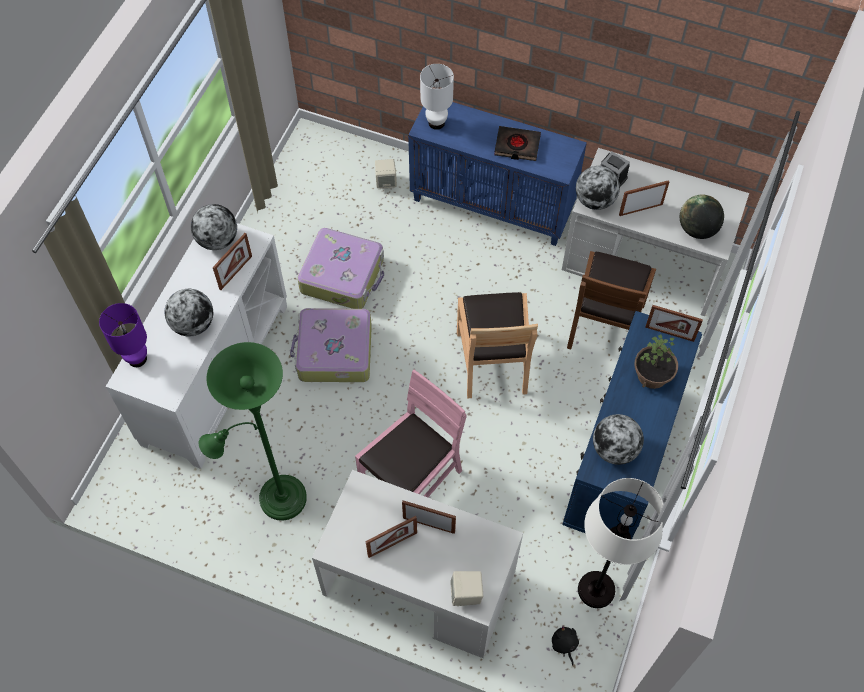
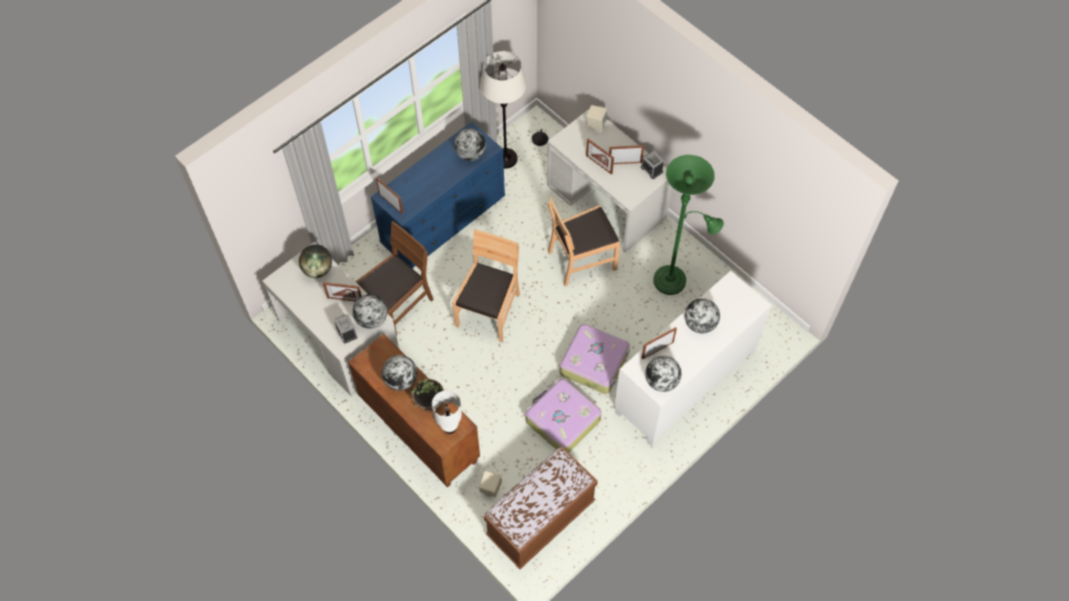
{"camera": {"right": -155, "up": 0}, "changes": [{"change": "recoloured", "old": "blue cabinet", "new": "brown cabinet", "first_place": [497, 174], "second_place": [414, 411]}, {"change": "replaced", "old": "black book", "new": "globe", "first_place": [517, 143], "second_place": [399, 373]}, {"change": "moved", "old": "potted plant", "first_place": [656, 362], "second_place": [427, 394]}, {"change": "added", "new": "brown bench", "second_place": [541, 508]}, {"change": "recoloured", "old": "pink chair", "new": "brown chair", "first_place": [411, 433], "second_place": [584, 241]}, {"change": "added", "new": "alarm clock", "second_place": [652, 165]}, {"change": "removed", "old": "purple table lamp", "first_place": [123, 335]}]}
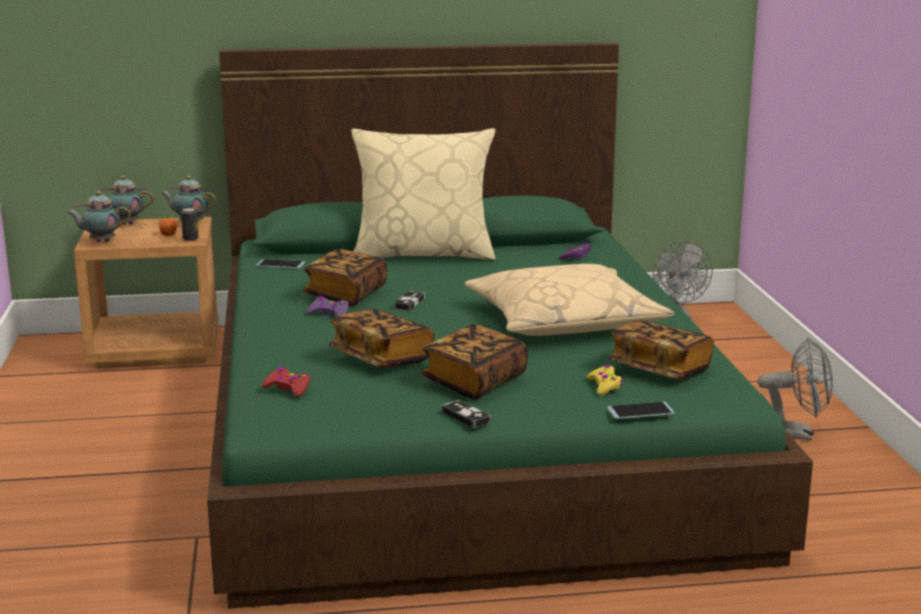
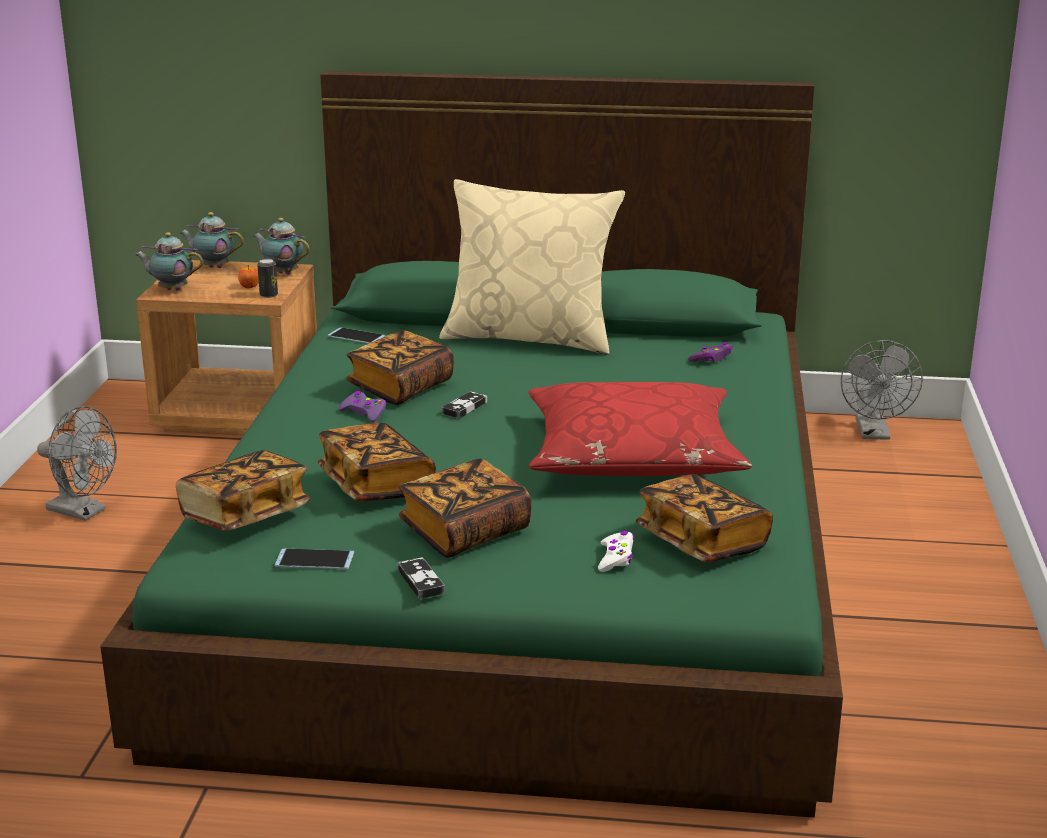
{"camera": {"right": 15, "up": 5}, "changes": [{"change": "moved", "old": "grey fan", "first_place": [795, 389], "second_place": [77, 463]}, {"change": "replaced", "old": "red game controller", "new": "book", "first_place": [286, 382], "second_place": [243, 490]}, {"change": "moved", "old": "phone", "first_place": [640, 410], "second_place": [314, 559]}, {"change": "recoloured", "old": "beige pillow", "new": "red pillow", "first_place": [569, 300], "second_place": [640, 429]}, {"change": "recoloured", "old": "yellow game controller", "new": "white game controller", "first_place": [604, 380], "second_place": [616, 551]}]}
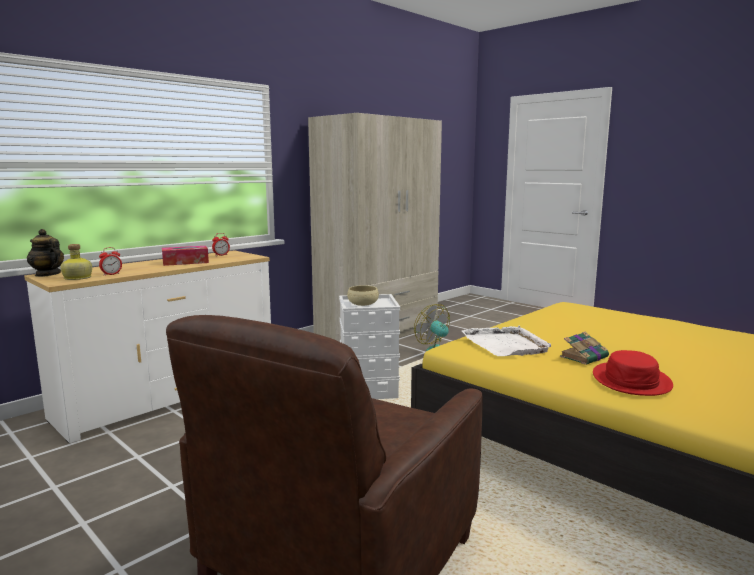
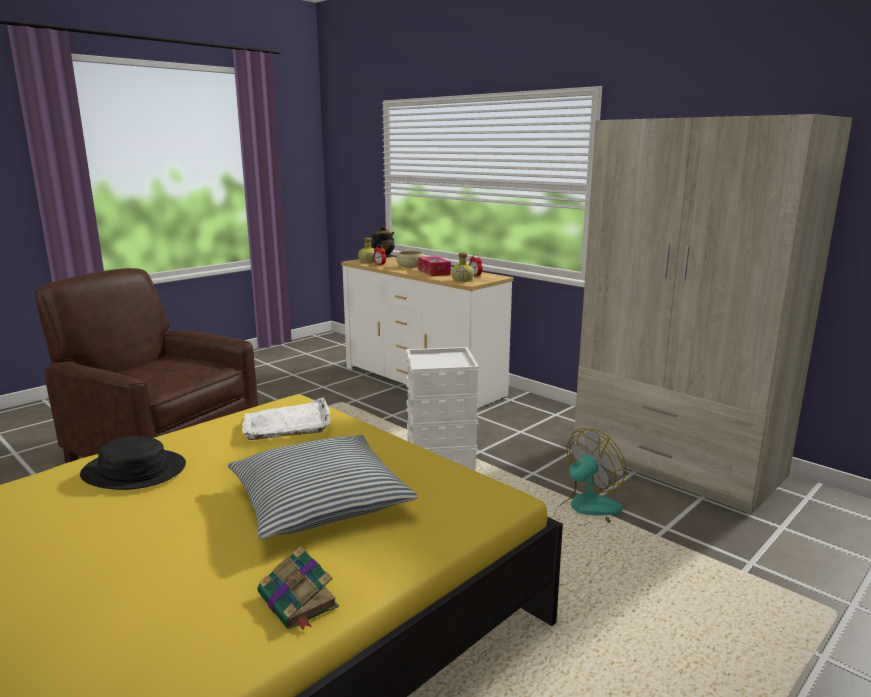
{"camera": {"right": 90, "up": 5}, "changes": [{"change": "recoloured", "old": "red hat", "new": "black hat", "first_place": [633, 373], "second_place": [133, 463]}, {"change": "added", "new": "pillow", "second_place": [323, 487]}, {"change": "moved", "old": "book", "first_place": [584, 348], "second_place": [298, 588]}, {"change": "moved", "old": "beige bowl", "first_place": [363, 295], "second_place": [410, 259]}, {"change": "added", "new": "bottle", "second_place": [462, 267]}]}
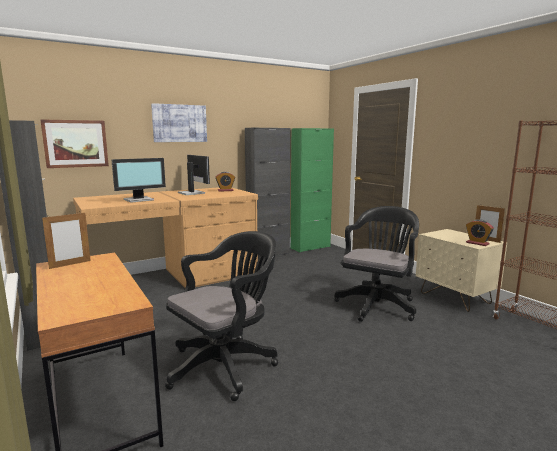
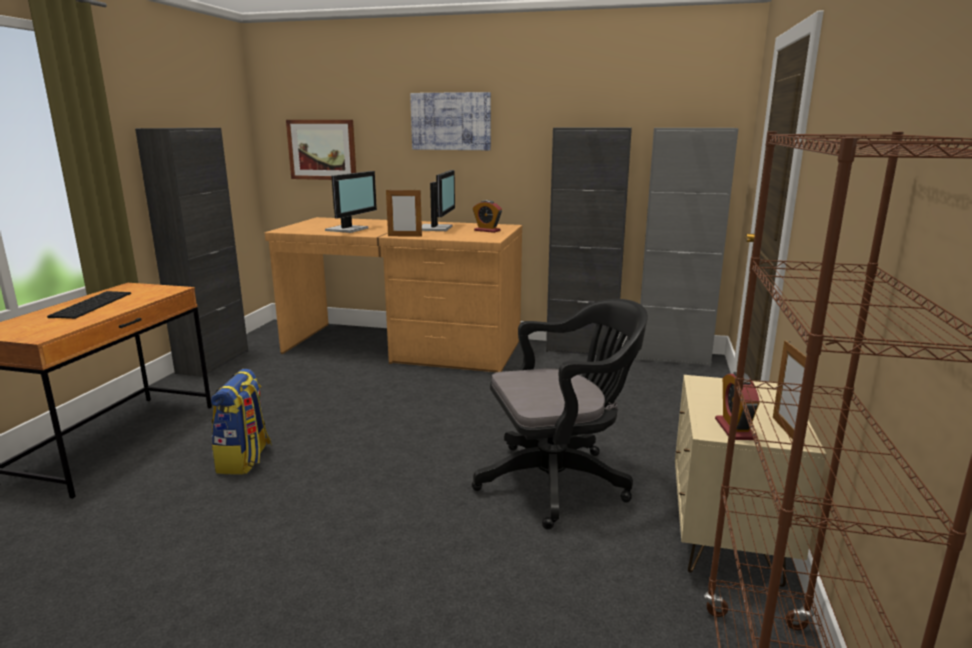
{"camera": {"right": 45, "up": 5}, "changes": [{"change": "added", "new": "keyboard", "second_place": [89, 305]}, {"change": "replaced", "old": "black office chair", "new": "backpack", "first_place": [221, 316], "second_place": [241, 421]}, {"change": "turned", "old": "monitor", "first_place": [138, 180], "second_place": [351, 202], "degrees": -75}, {"change": "moved", "old": "picture frame", "first_place": [66, 241], "second_place": [404, 213]}, {"change": "recoloured", "old": "green cabinet", "new": "grey cabinet", "first_place": [312, 190], "second_place": [687, 247]}]}
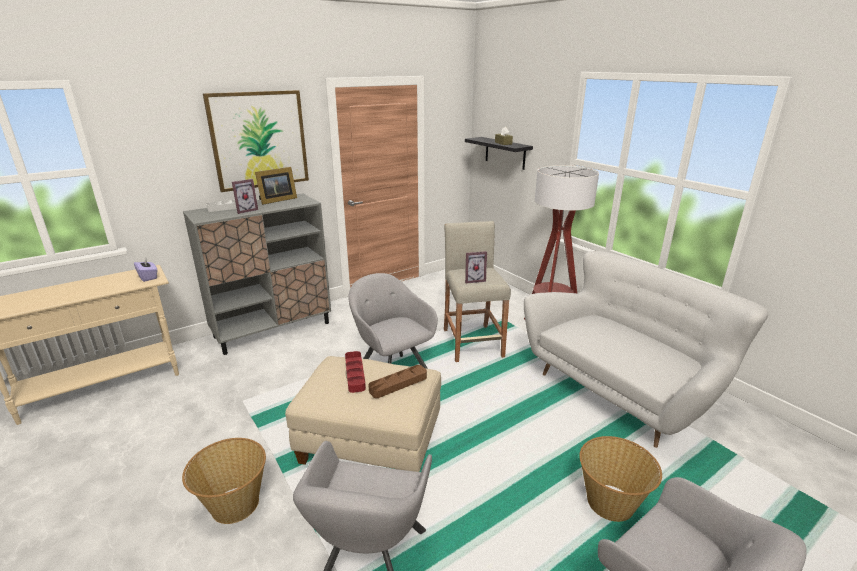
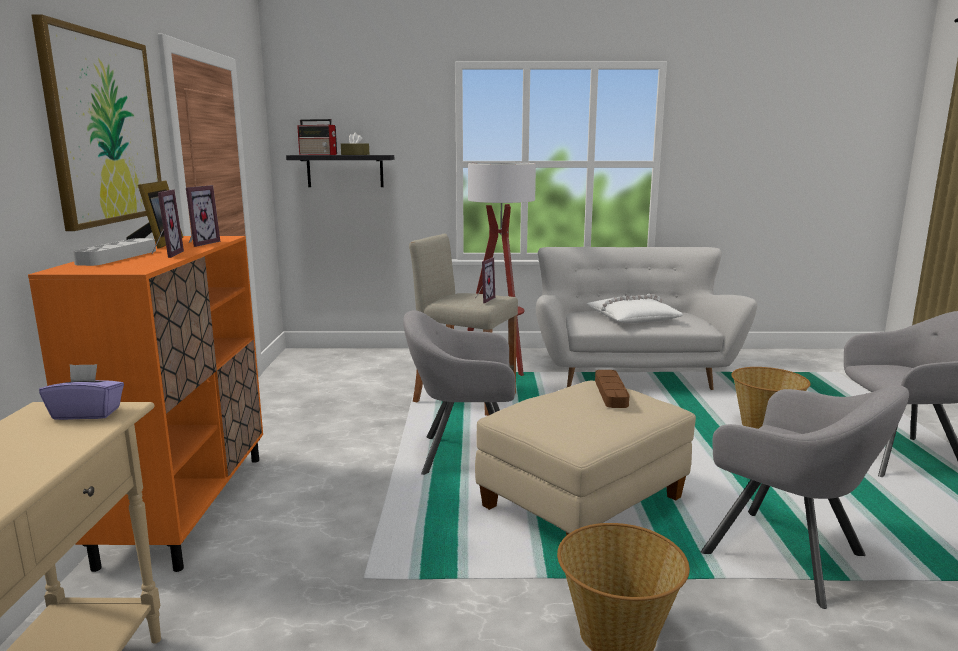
{"camera": {"right": -55, "up": -10}, "changes": [{"change": "recoloured", "old": "grey cabinet", "new": "orange cabinet", "first_place": [257, 274], "second_place": [145, 404]}, {"change": "added", "new": "picture frame", "second_place": [203, 216]}, {"change": "added", "new": "radio", "second_place": [317, 137]}, {"change": "added", "new": "white pillow", "second_place": [635, 308]}, {"change": "removed", "old": "red tray", "first_place": [355, 372]}]}
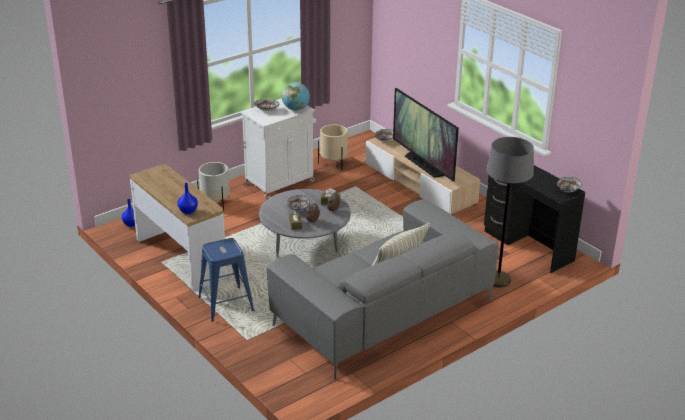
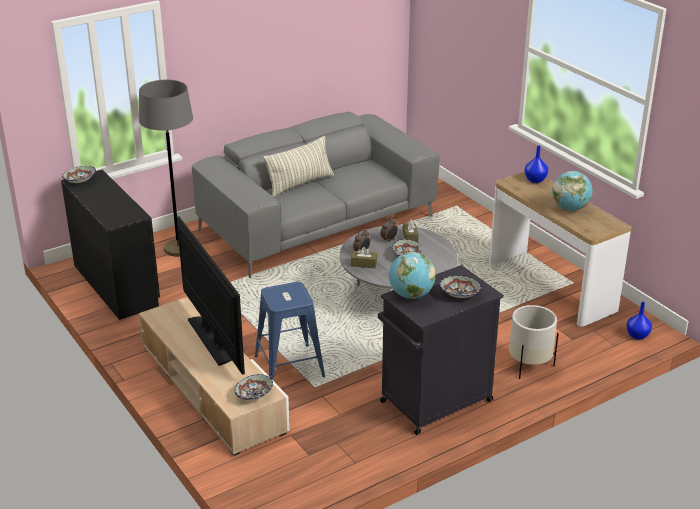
{"camera": {"right": -175, "up": 0}, "changes": [{"change": "moved", "old": "blue stool", "first_place": [226, 280], "second_place": [290, 331]}, {"change": "recoloured", "old": "white cabinet", "new": "black cabinet", "first_place": [278, 148], "second_place": [441, 350]}, {"change": "added", "new": "globe", "second_place": [572, 191]}, {"change": "removed", "old": "beige planter", "first_place": [333, 147]}]}
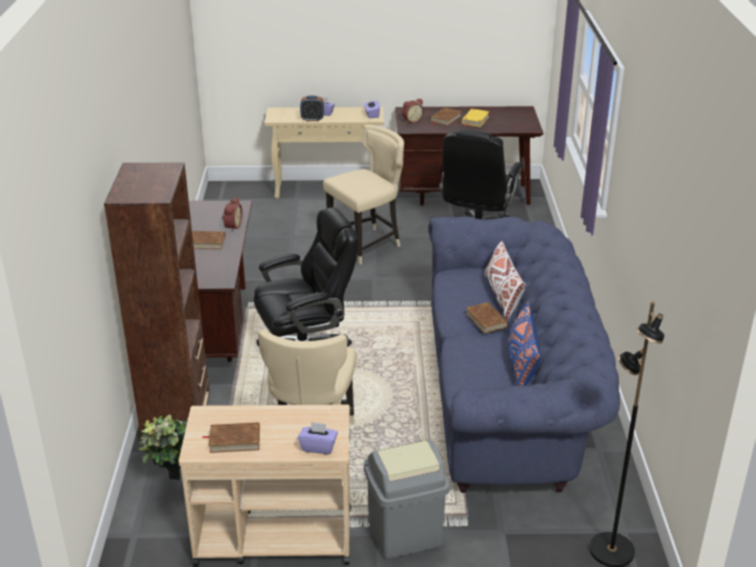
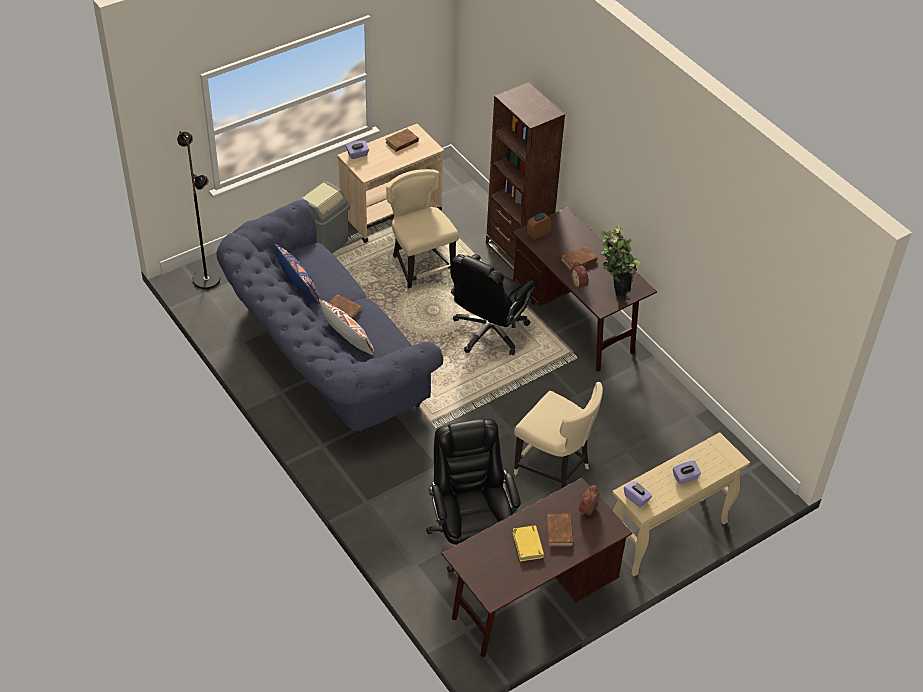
{"camera": {"right": 145, "up": 15}, "changes": [{"change": "turned", "old": "beige chair", "first_place": [363, 194], "second_place": [558, 435], "degrees": -75}, {"change": "moved", "old": "alarm clock", "first_place": [312, 108], "second_place": [538, 226]}, {"change": "moved", "old": "potted plant", "first_place": [163, 447], "second_place": [620, 262]}]}
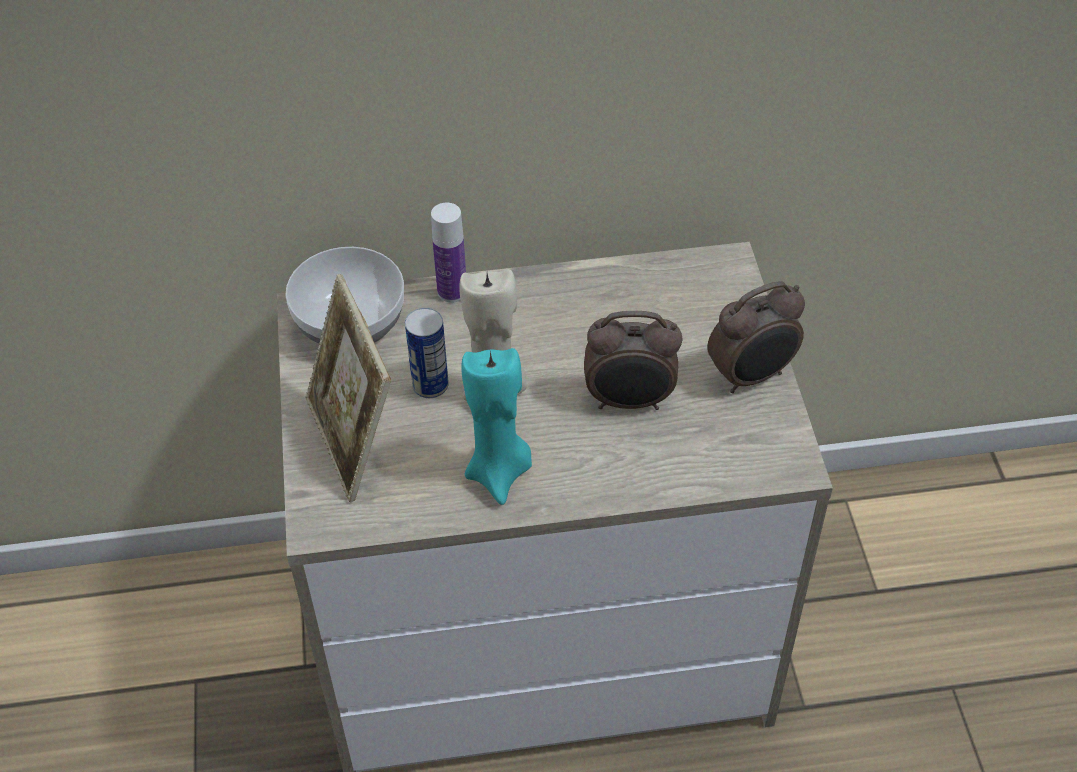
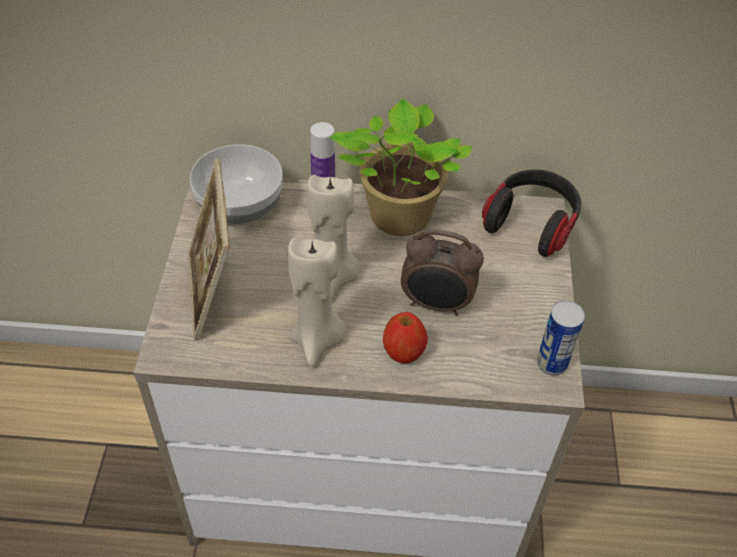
{"camera": {"right": 10, "up": 0}, "changes": [{"change": "recoloured", "old": "turquoise candle", "new": "beige candle", "first_place": [496, 426], "second_place": [317, 302]}, {"change": "added", "new": "potted plant", "second_place": [400, 167]}, {"change": "added", "new": "apple", "second_place": [405, 338]}, {"change": "added", "new": "headphones", "second_place": [531, 213]}, {"change": "moved", "old": "can", "first_place": [427, 353], "second_place": [561, 338]}, {"change": "removed", "old": "alarm clock", "first_place": [756, 337]}]}
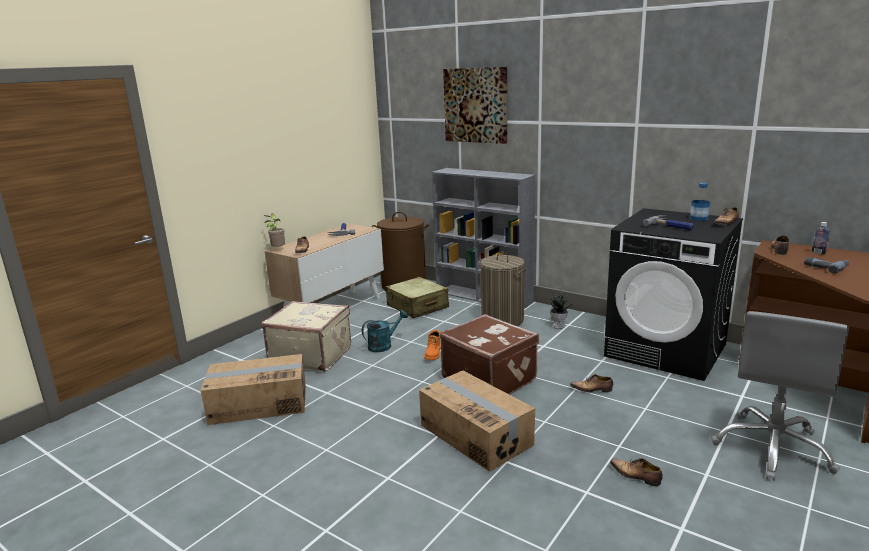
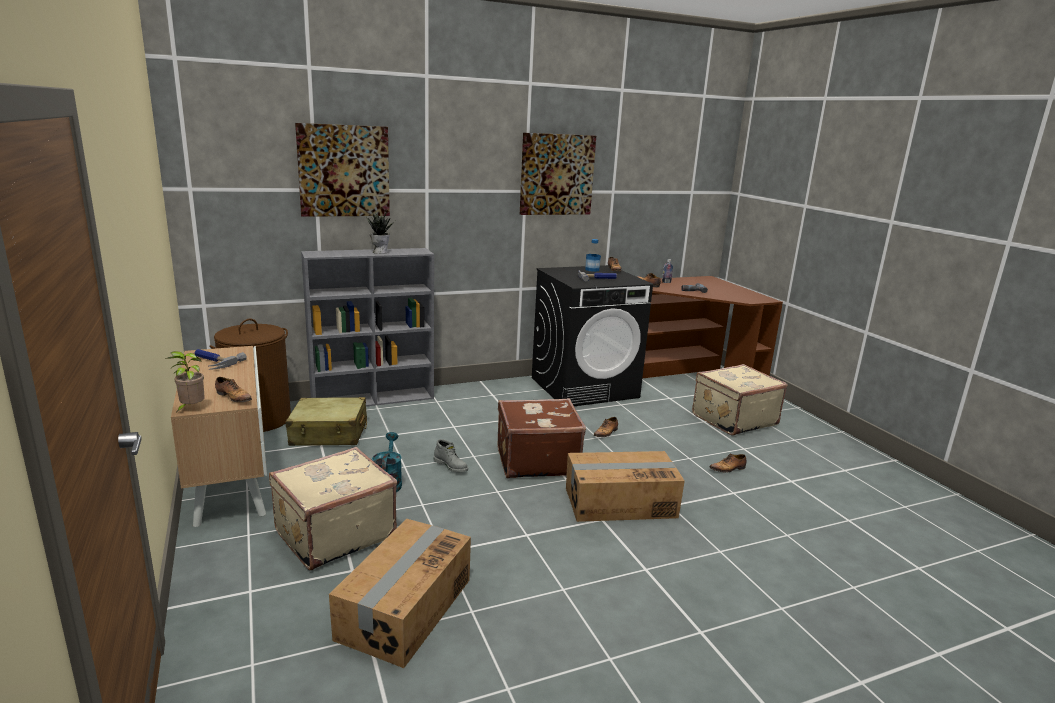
{"camera": {"right": -60, "up": 0}, "changes": [{"change": "moved", "old": "potted plant", "first_place": [561, 310], "second_place": [380, 232]}, {"change": "recoloured", "old": "orange boot", "new": "grey boot", "first_place": [432, 345], "second_place": [451, 455]}, {"change": "added", "new": "picture", "second_place": [558, 174]}, {"change": "replaced", "old": "grey office chair", "new": "beige suitcase", "first_place": [780, 396], "second_place": [740, 400]}, {"change": "removed", "old": "laundry basket", "first_place": [502, 288]}]}
